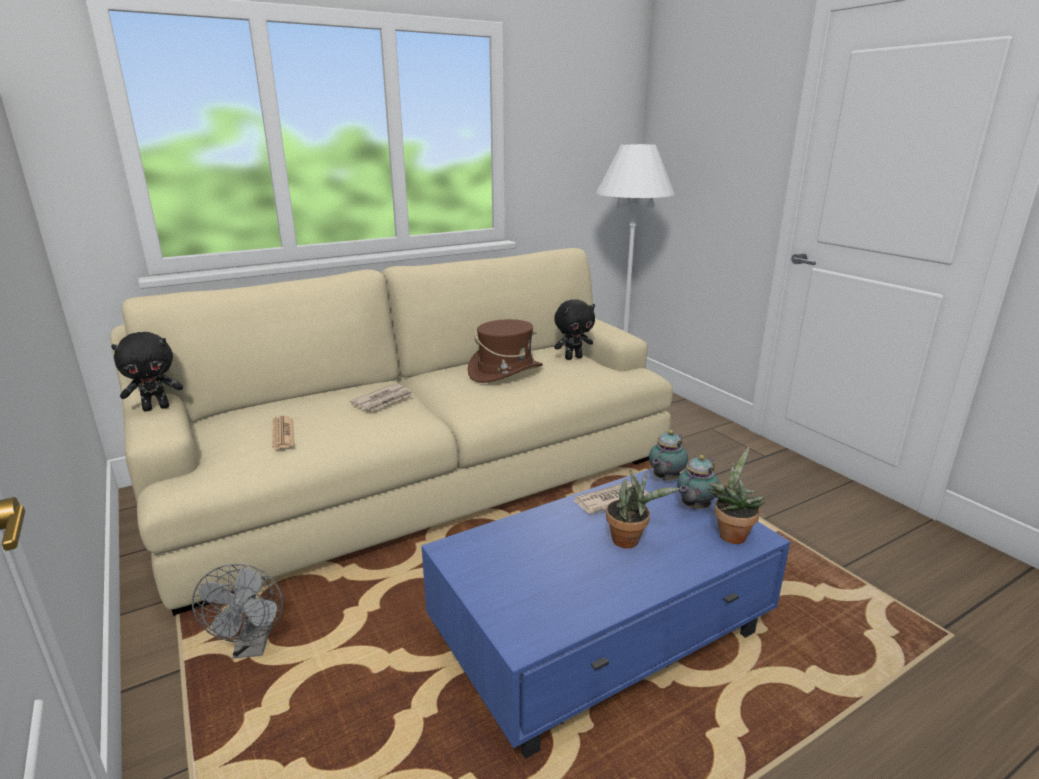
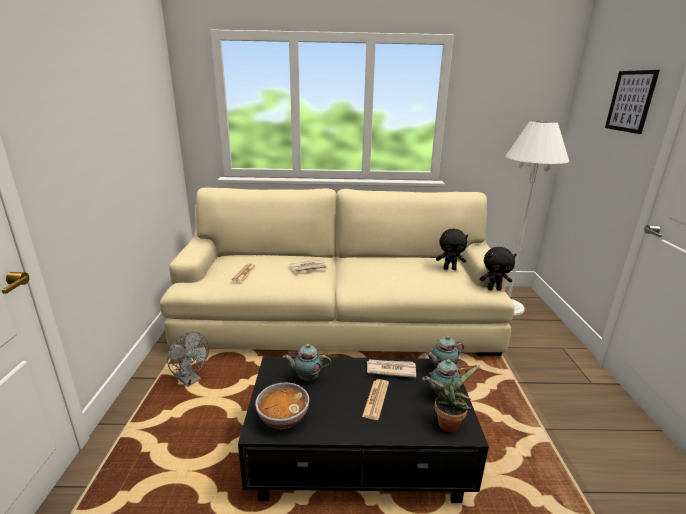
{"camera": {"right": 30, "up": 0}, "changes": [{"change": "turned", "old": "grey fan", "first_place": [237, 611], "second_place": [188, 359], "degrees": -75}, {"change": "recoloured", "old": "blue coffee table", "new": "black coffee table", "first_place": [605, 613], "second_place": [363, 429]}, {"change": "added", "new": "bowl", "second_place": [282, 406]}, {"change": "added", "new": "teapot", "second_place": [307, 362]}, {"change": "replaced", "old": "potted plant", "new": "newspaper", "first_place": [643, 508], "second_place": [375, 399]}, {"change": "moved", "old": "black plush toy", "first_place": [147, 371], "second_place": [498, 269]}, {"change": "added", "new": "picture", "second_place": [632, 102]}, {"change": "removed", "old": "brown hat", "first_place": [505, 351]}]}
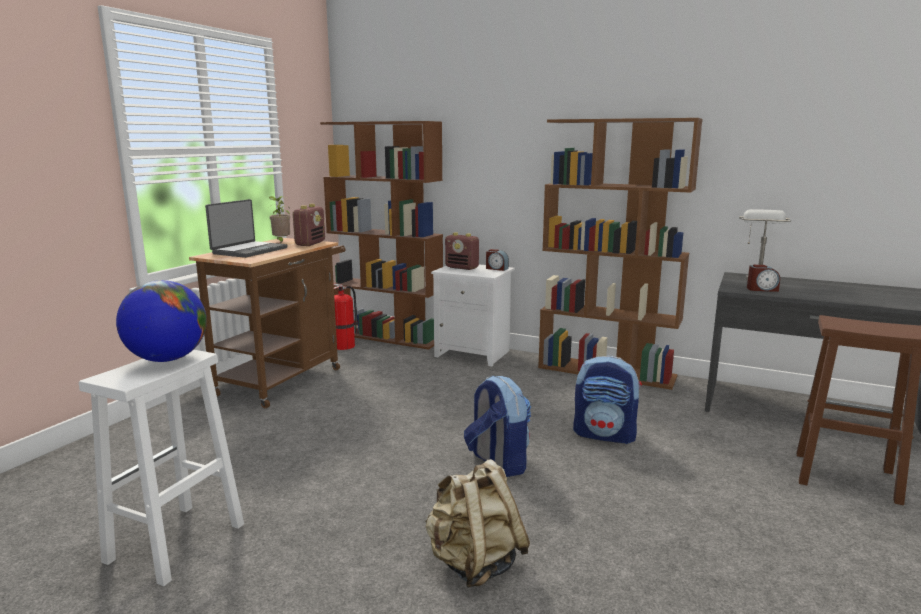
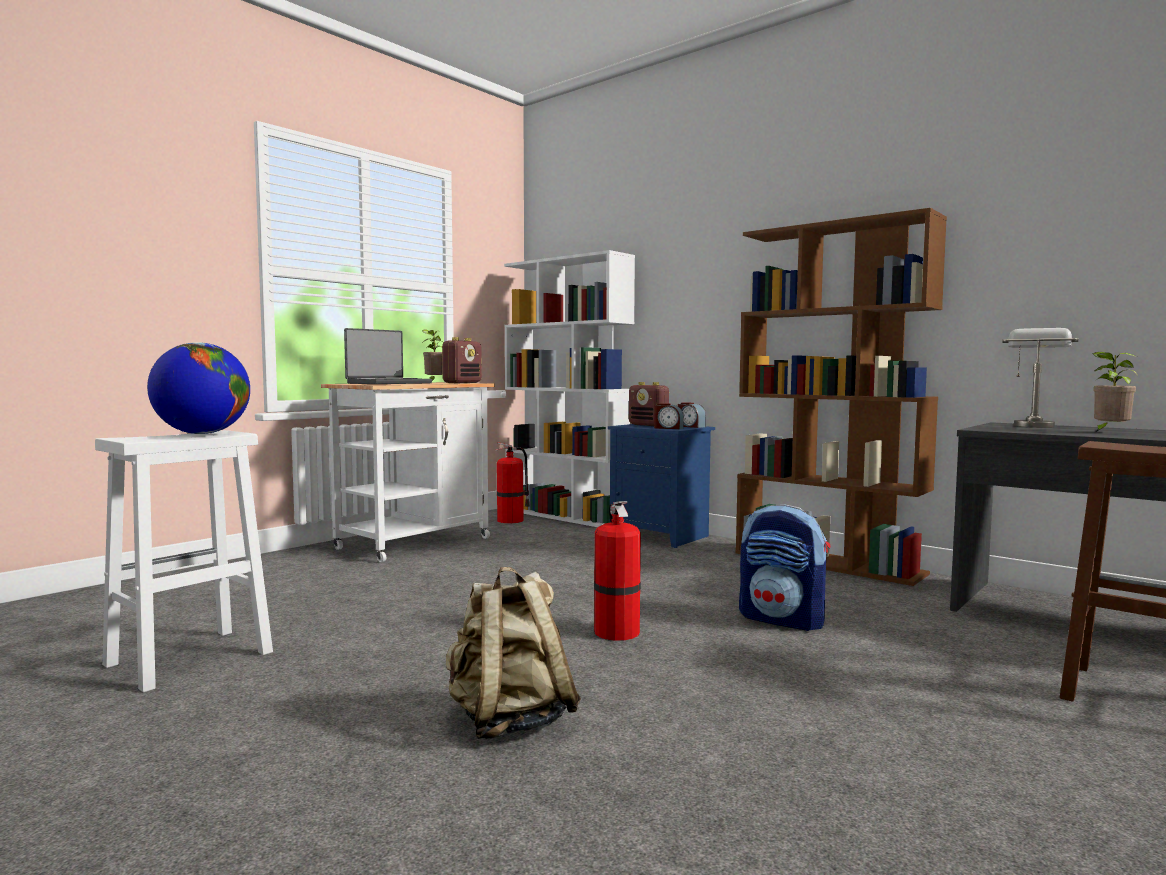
{"camera": {"right": 15, "up": -10}, "changes": [{"change": "recoloured", "old": "brown cart", "new": "white cart", "first_place": [267, 323], "second_place": [413, 472]}, {"change": "recoloured", "old": "brown bookcase", "new": "white bookcase", "first_place": [381, 235], "second_place": [569, 388]}, {"change": "replaced", "old": "backpack", "new": "fire extinguisher", "first_place": [497, 426], "second_place": [617, 571]}, {"change": "recoloured", "old": "white nightstand", "new": "blue nightstand", "first_place": [473, 315], "second_place": [661, 486]}, {"change": "moved", "old": "alarm clock", "first_place": [763, 278], "second_place": [669, 416]}, {"change": "added", "new": "potted plant", "second_place": [1115, 392]}]}
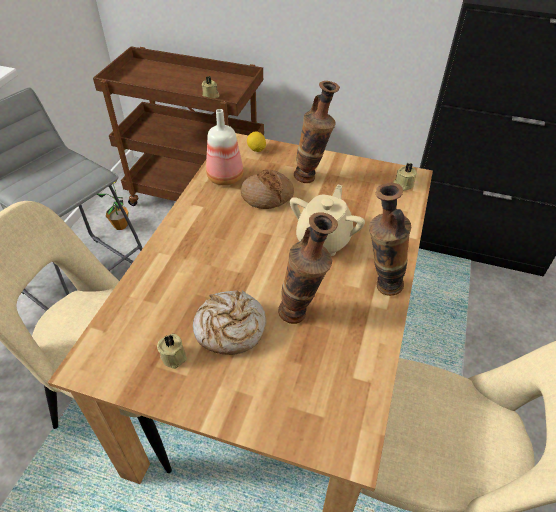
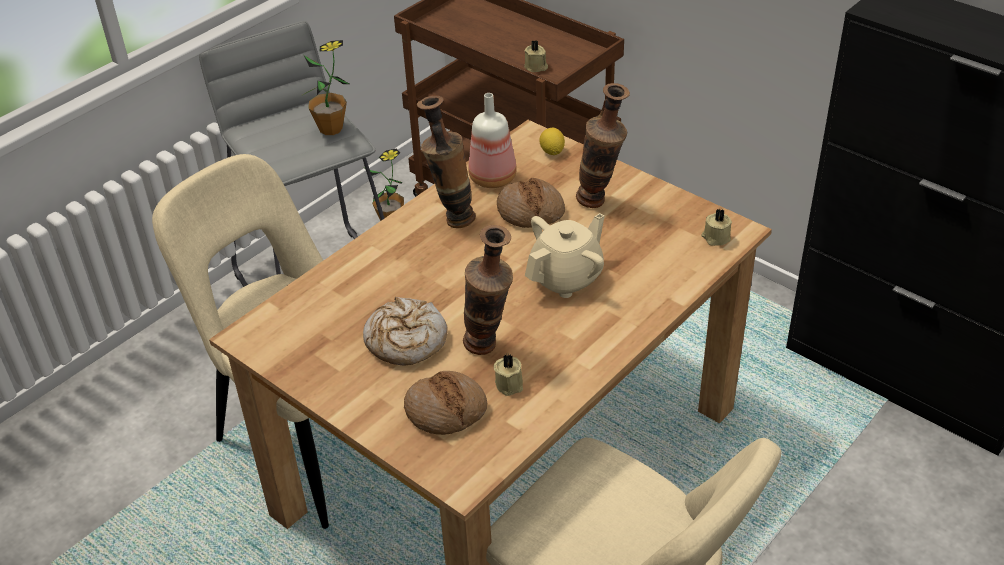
{"camera": {"right": 25, "up": -5}, "changes": [{"change": "added", "new": "potted plant", "second_place": [325, 87]}, {"change": "added", "new": "bread", "second_place": [446, 403]}, {"change": "moved", "old": "vase", "first_place": [390, 239], "second_place": [446, 162]}, {"change": "moved", "old": "beige candle", "first_place": [172, 351], "second_place": [508, 374]}]}
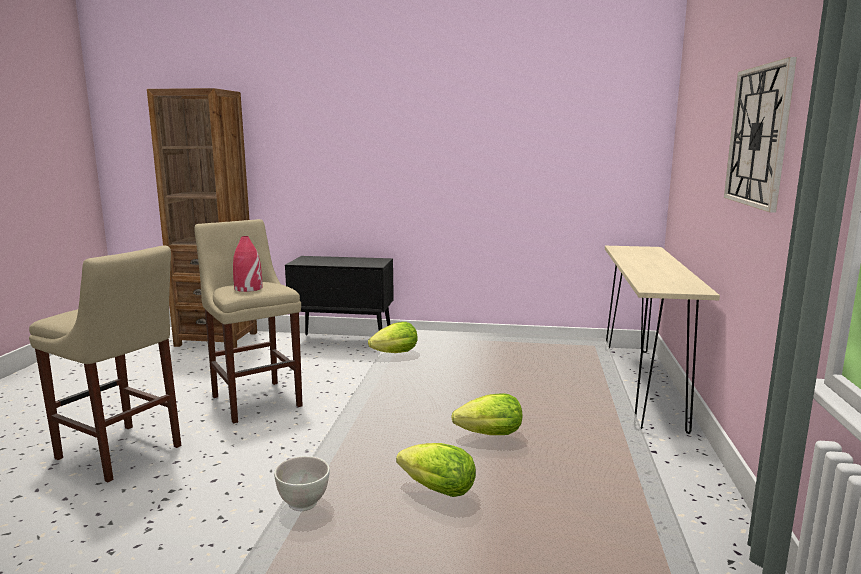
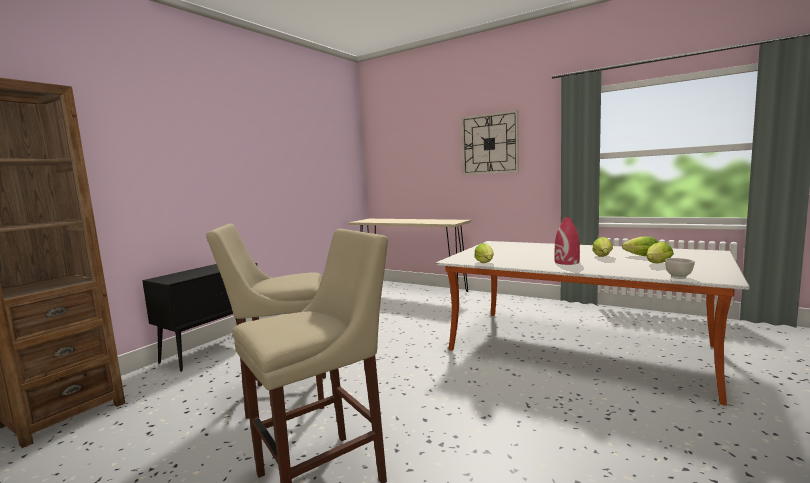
{"camera": {"right": -65, "up": -5}, "changes": [{"change": "moved", "old": "red vase", "first_place": [248, 264], "second_place": [567, 241]}, {"change": "added", "new": "lettuce", "second_place": [640, 246]}]}
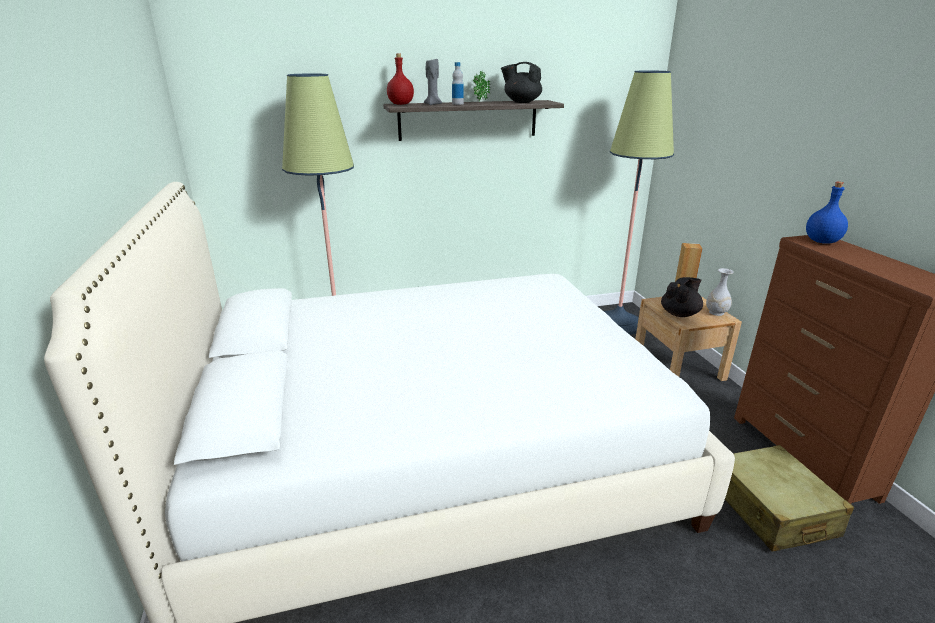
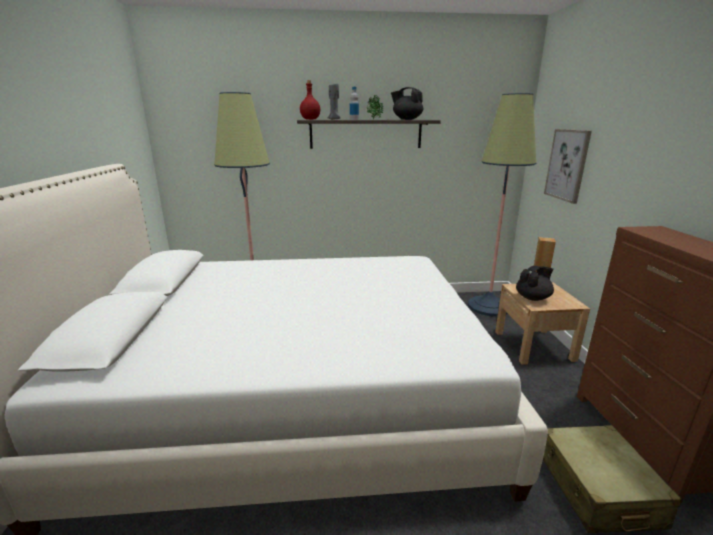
{"camera": {"right": 10, "up": -5}, "changes": [{"change": "added", "new": "picture", "second_place": [568, 166]}, {"change": "removed", "old": "white vase", "first_place": [720, 292]}, {"change": "removed", "old": "blue bottle", "first_place": [827, 213]}]}
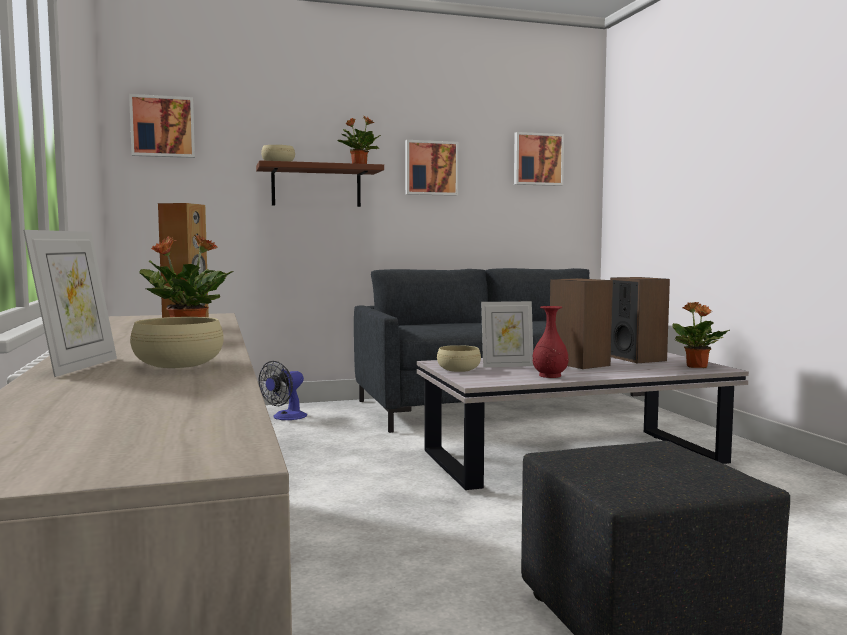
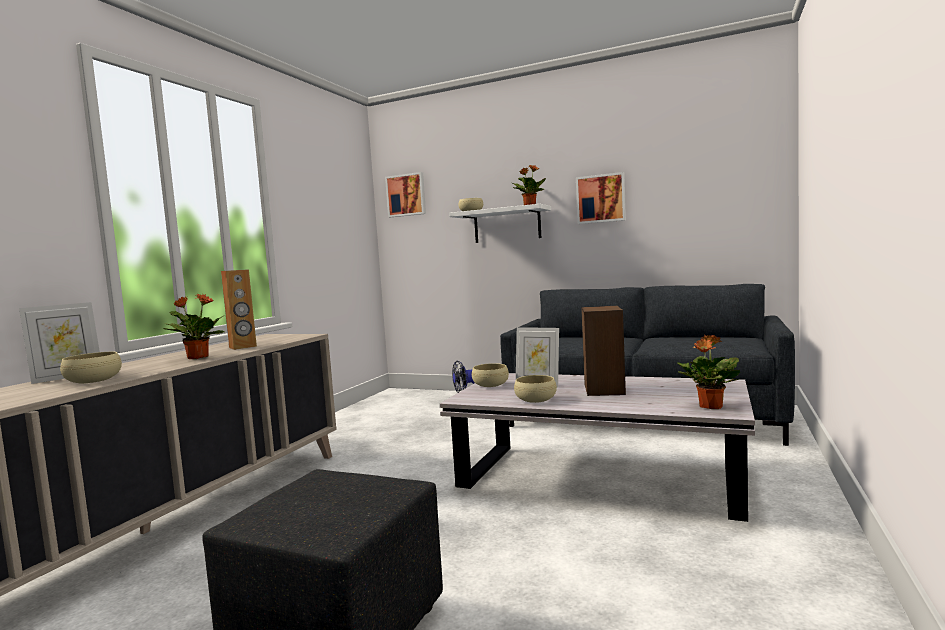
{"camera": {"right": 40, "up": 0}, "changes": [{"change": "recoloured", "old": "brown shelf", "new": "white shelf", "first_place": [320, 183], "second_place": [500, 223]}, {"change": "replaced", "old": "red vase", "new": "beige bowl", "first_place": [551, 342], "second_place": [535, 389]}, {"change": "removed", "old": "picture", "first_place": [539, 159]}, {"change": "removed", "old": "speaker", "first_place": [640, 320]}]}
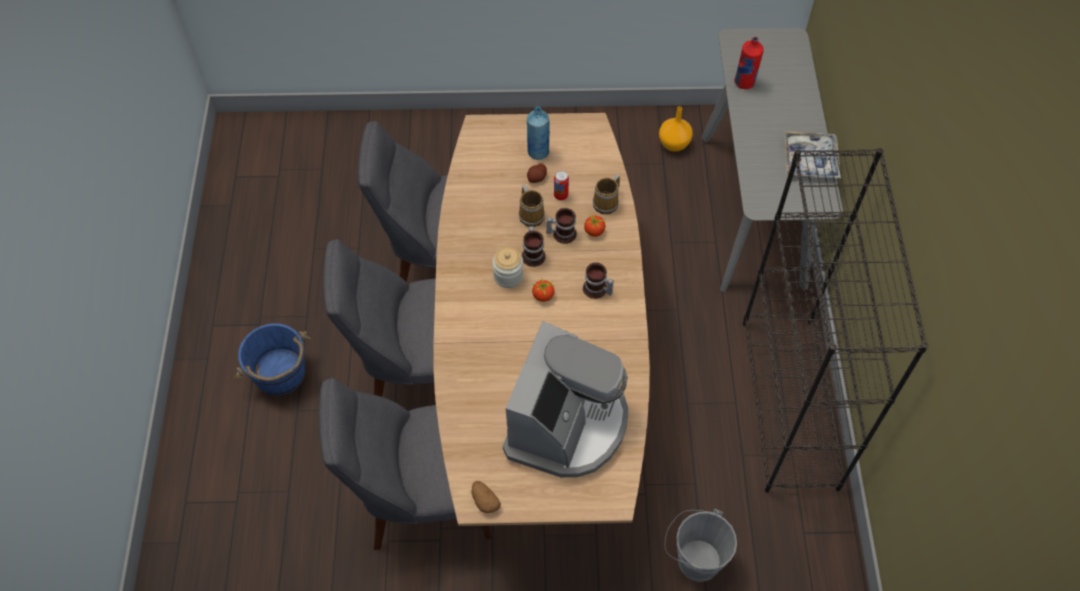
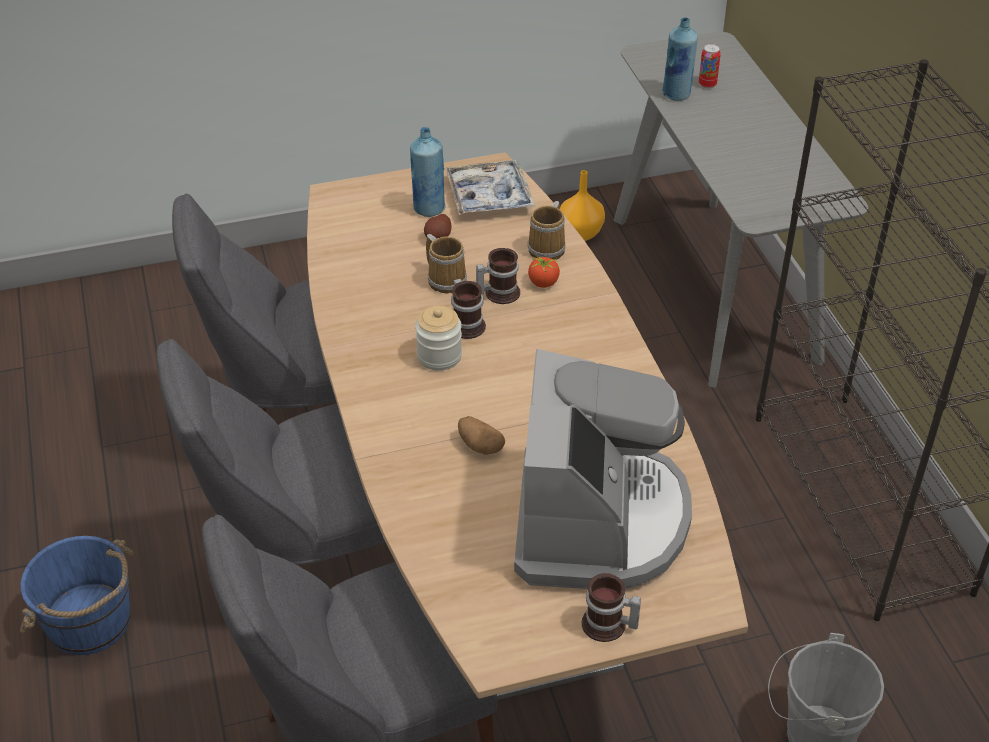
{"camera": {"right": -15, "up": -15}, "changes": [{"change": "moved", "old": "tray", "first_place": [812, 154], "second_place": [490, 187]}, {"change": "moved", "old": "potato", "first_place": [486, 497], "second_place": [481, 435]}, {"change": "moved", "old": "mug", "first_place": [598, 281], "second_place": [611, 607]}, {"change": "recoloured", "old": "red bottle", "new": "blue bottle", "first_place": [749, 63], "second_place": [680, 59]}, {"change": "moved", "old": "can", "first_place": [561, 185], "second_place": [710, 66]}, {"change": "removed", "old": "tomato", "first_place": [543, 290]}]}
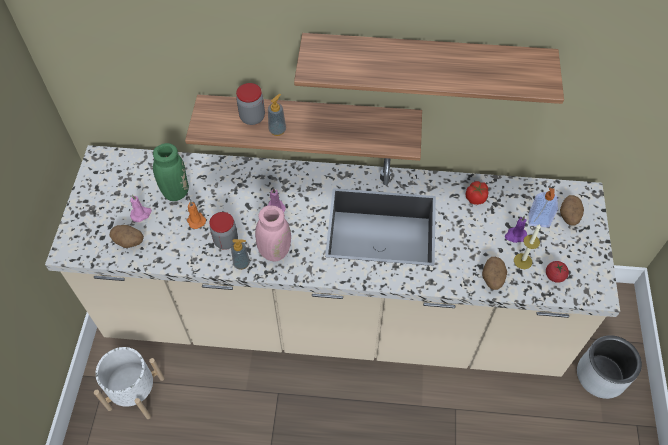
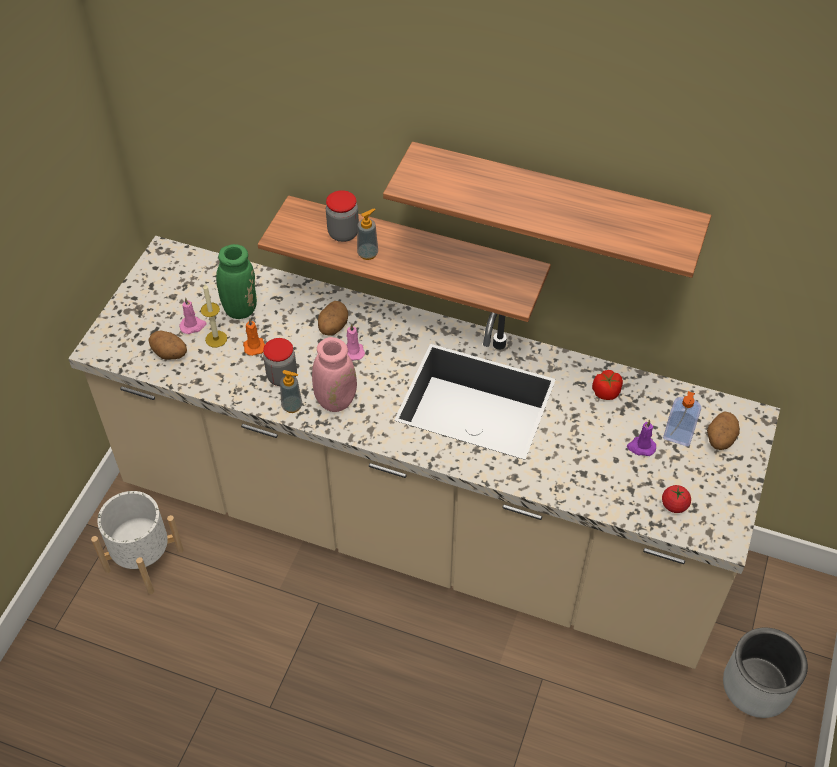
{"camera": {"right": 15, "up": -5}, "changes": [{"change": "moved", "old": "candle", "first_place": [527, 246], "second_place": [214, 315]}, {"change": "moved", "old": "potato", "first_place": [494, 273], "second_place": [333, 318]}]}
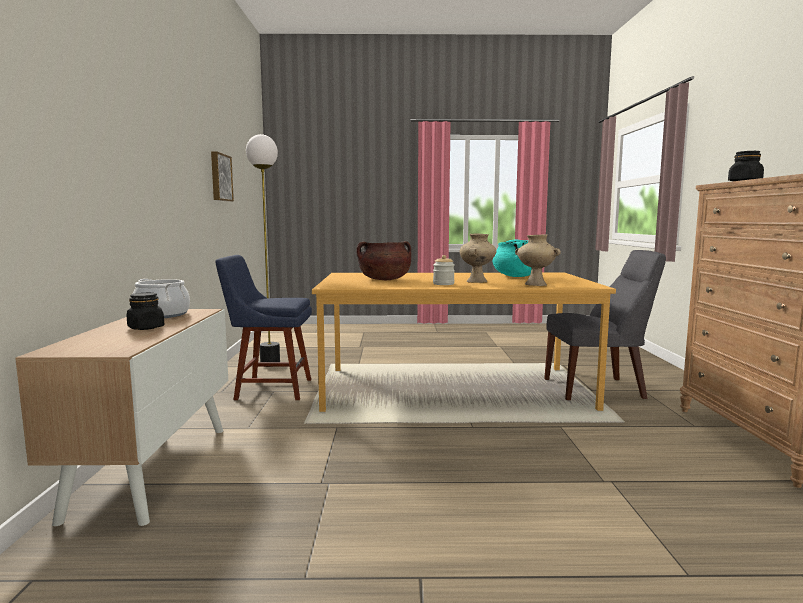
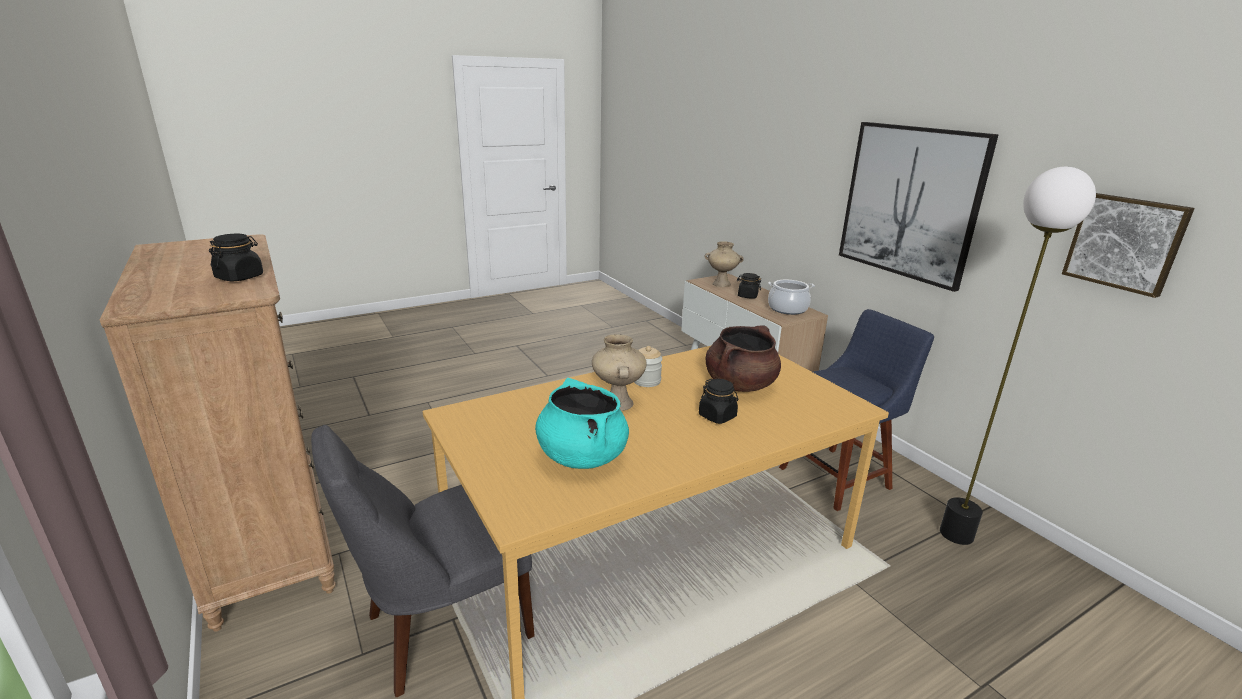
{"camera": {"right": 150, "up": 15}, "changes": [{"change": "added", "new": "black jar", "second_place": [718, 401]}, {"change": "moved", "old": "beige vase", "first_place": [538, 260], "second_place": [724, 264]}, {"change": "added", "new": "picture", "second_place": [919, 207]}]}
